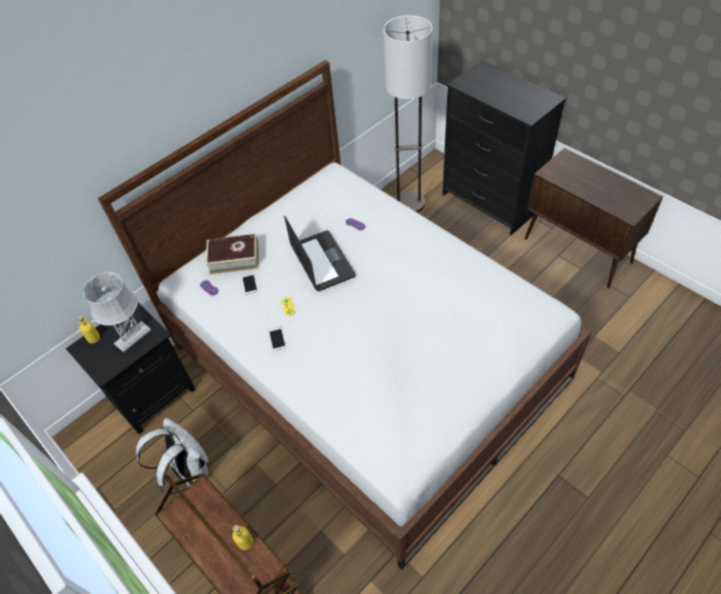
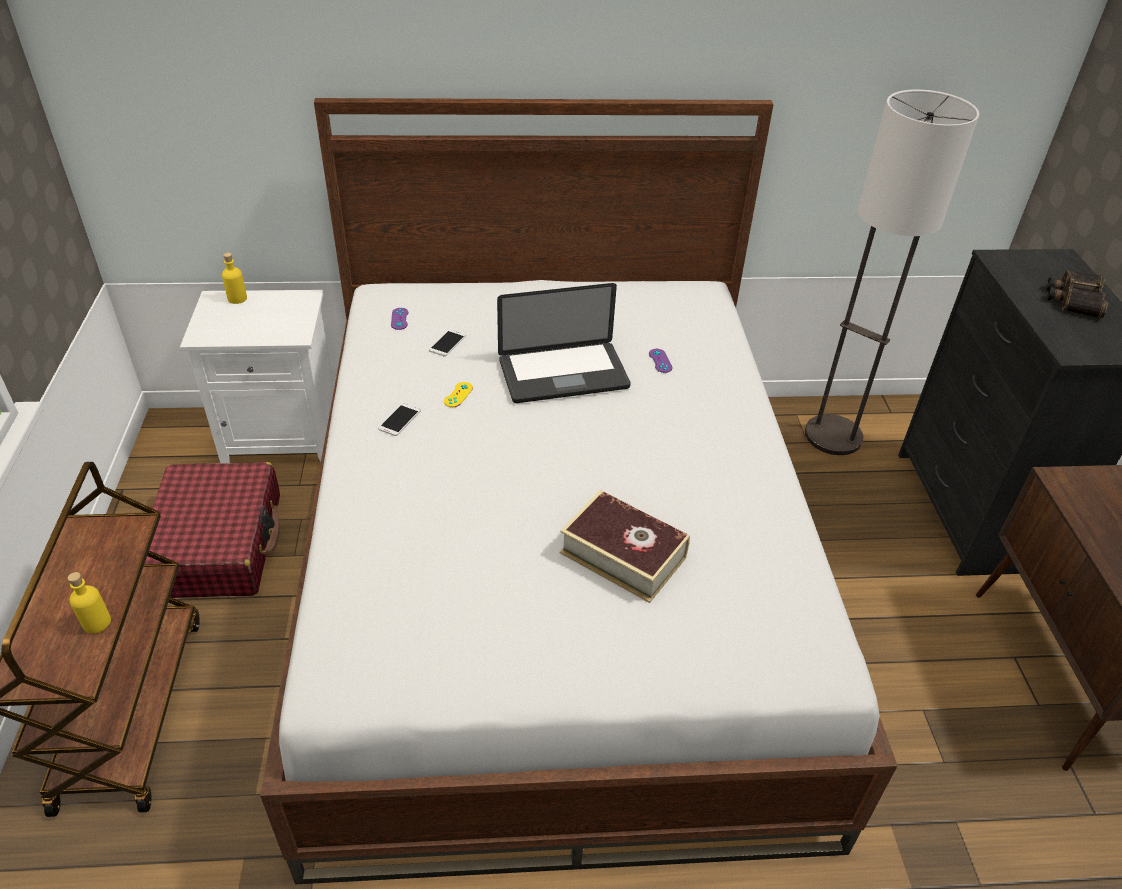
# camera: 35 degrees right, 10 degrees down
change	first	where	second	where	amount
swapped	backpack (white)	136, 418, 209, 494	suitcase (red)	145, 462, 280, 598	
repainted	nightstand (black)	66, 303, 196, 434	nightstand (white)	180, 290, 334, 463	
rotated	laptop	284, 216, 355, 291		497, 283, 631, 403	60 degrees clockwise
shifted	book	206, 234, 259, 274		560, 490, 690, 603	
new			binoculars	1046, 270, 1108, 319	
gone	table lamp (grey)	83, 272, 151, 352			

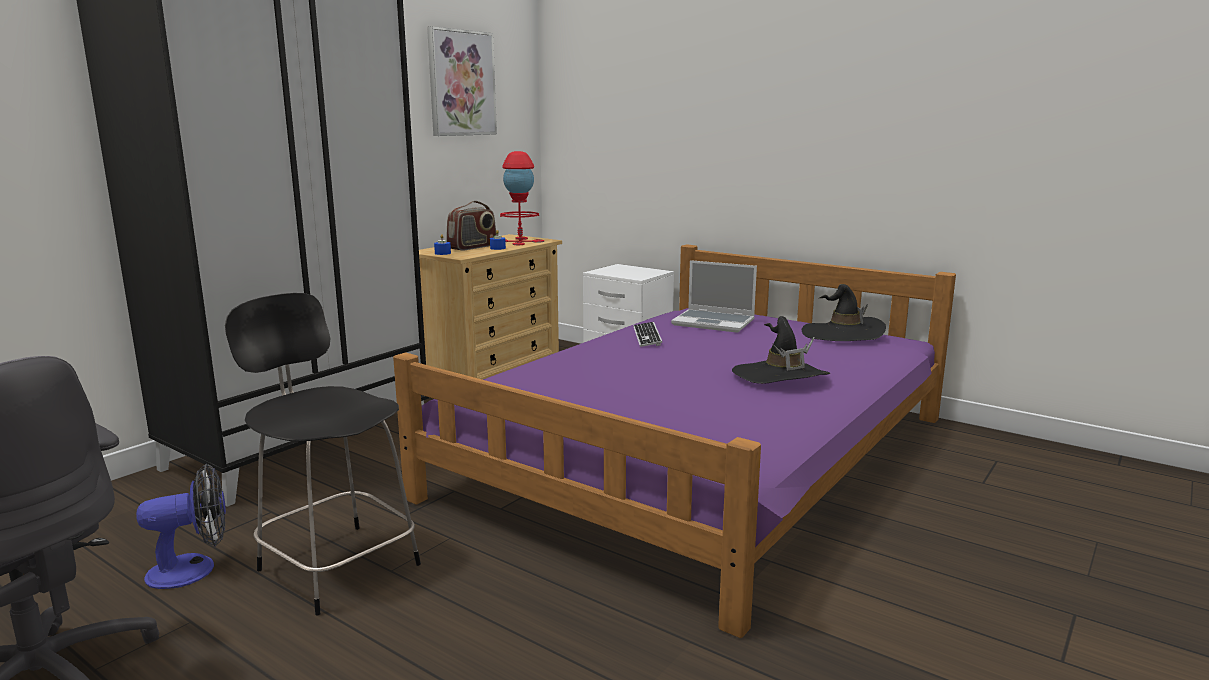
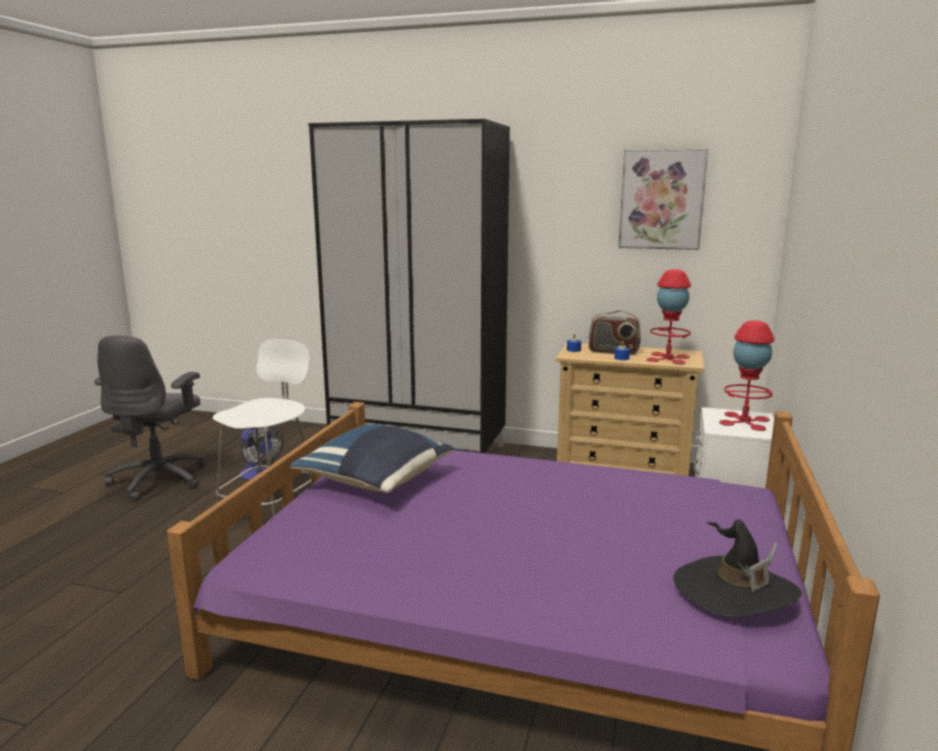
# camera: 70 degrees right, 0 degrees up
change	first	where	second	where	amount
repainted	chair (black)	225, 293, 421, 615	chair (white)	213, 339, 312, 517	
new			pillow (blue)	290, 424, 453, 493	
new			table lamp (red)	719, 320, 775, 431	
gone	keyboard	633, 322, 662, 347			
gone	laptop	671, 260, 757, 333			
gone	hat (black)	732, 316, 830, 384			

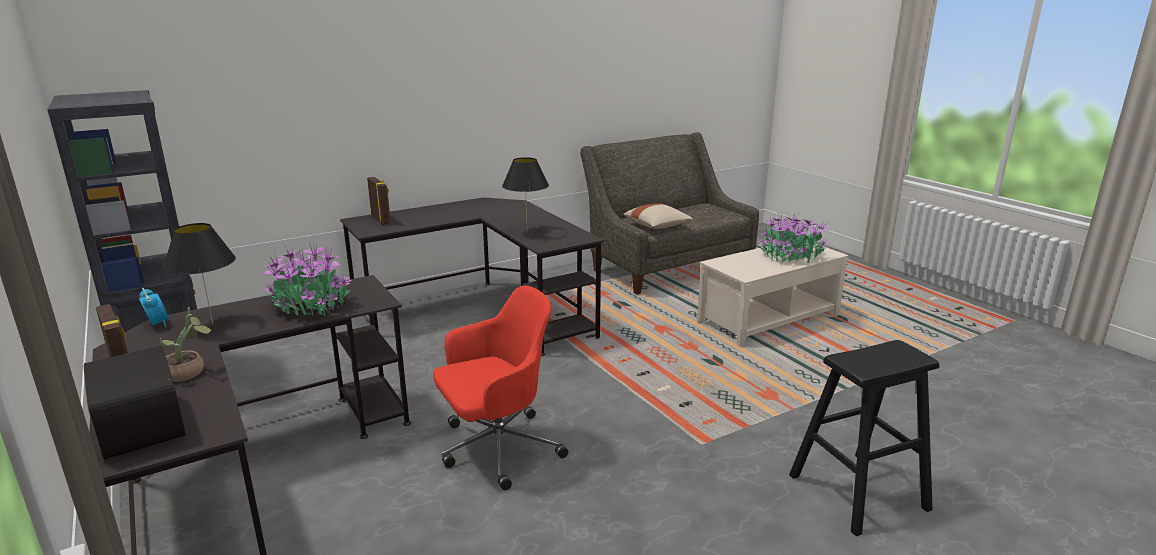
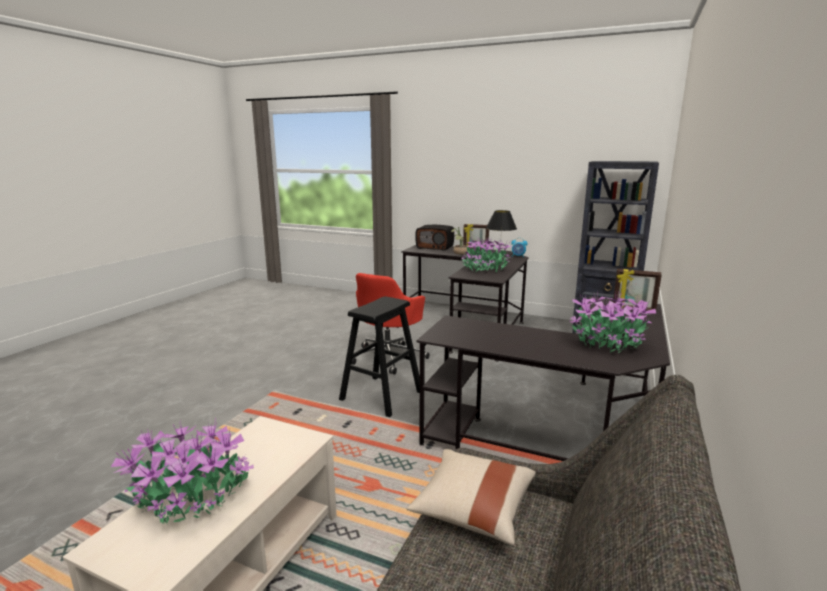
# camera: 145 degrees right, 5 degrees down
change	first	where	second	where	amount
shifted	stool (black)	789, 340, 939, 536		339, 297, 420, 417	
new			potted plant	570, 290, 656, 353	
gone	table lamp (black)	502, 157, 549, 226			

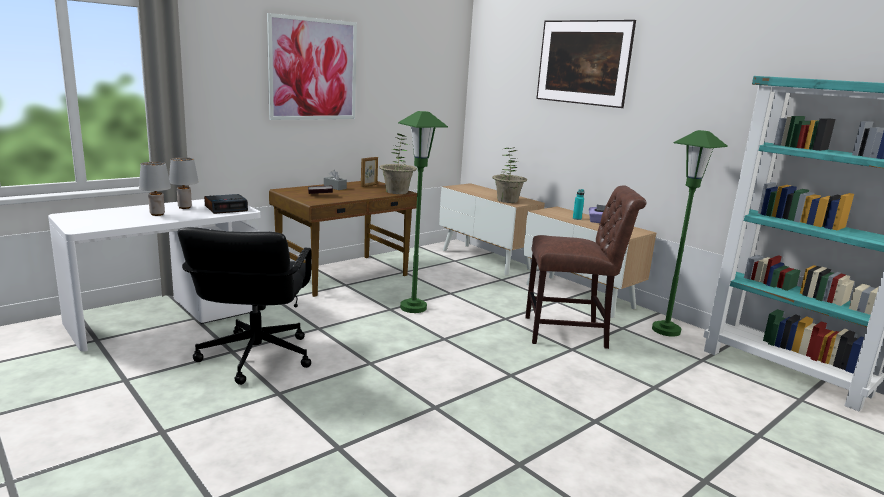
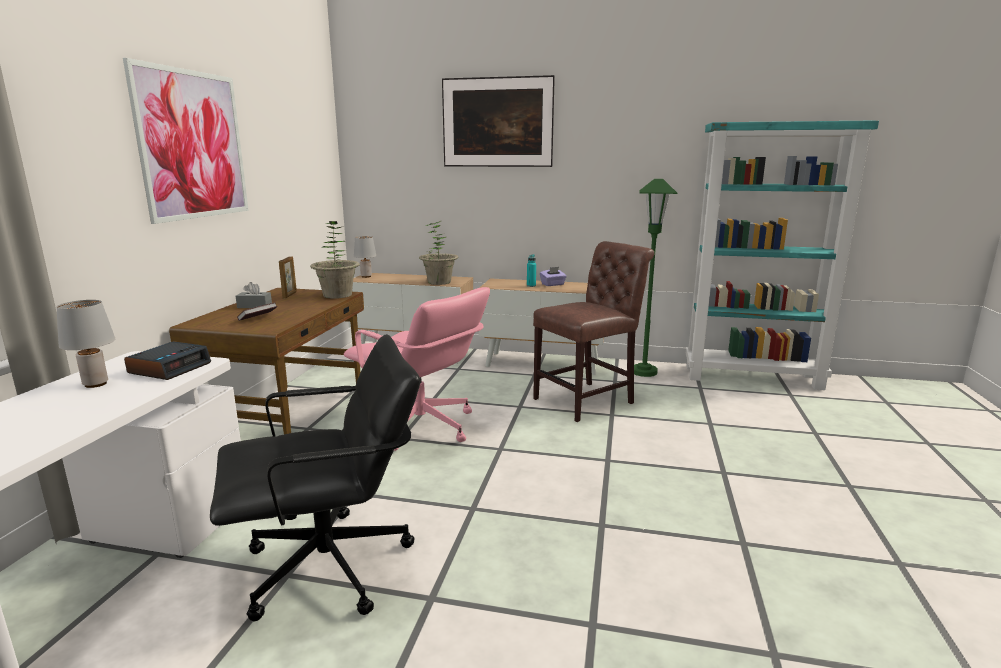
# camera: 35 degrees left, 0 degrees up
change	first	where	second	where	amount
rotated	office chair (black)	178, 227, 311, 385		210, 334, 420, 621	75 degrees counterclockwise
swapped	floor lamp (green)	398, 111, 448, 313	office chair (pink)	344, 287, 490, 451	
shifted	table lamp (grey)	139, 162, 171, 216		354, 236, 376, 278	

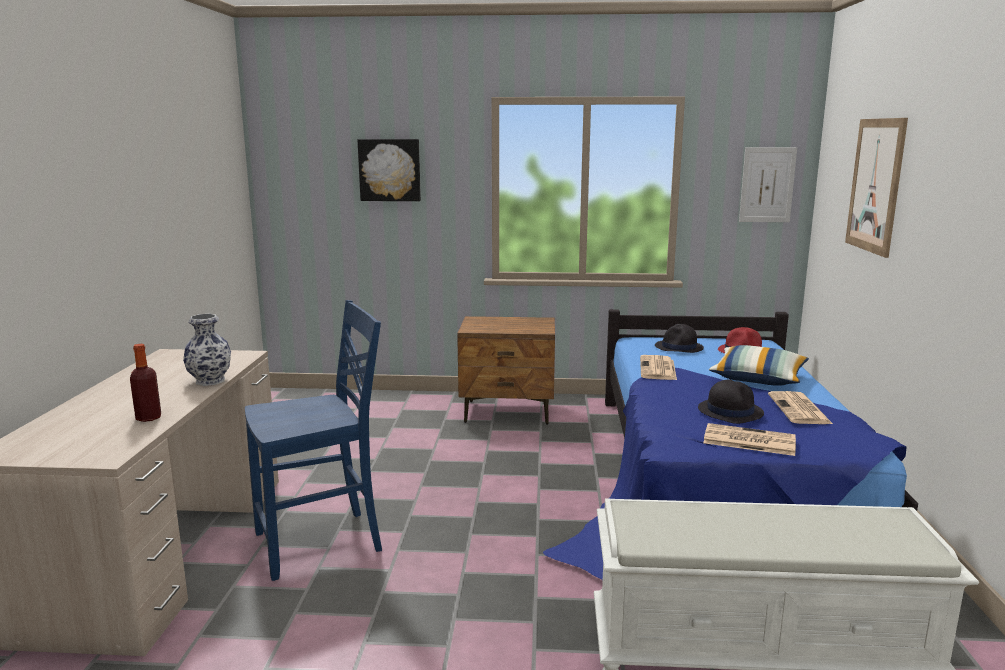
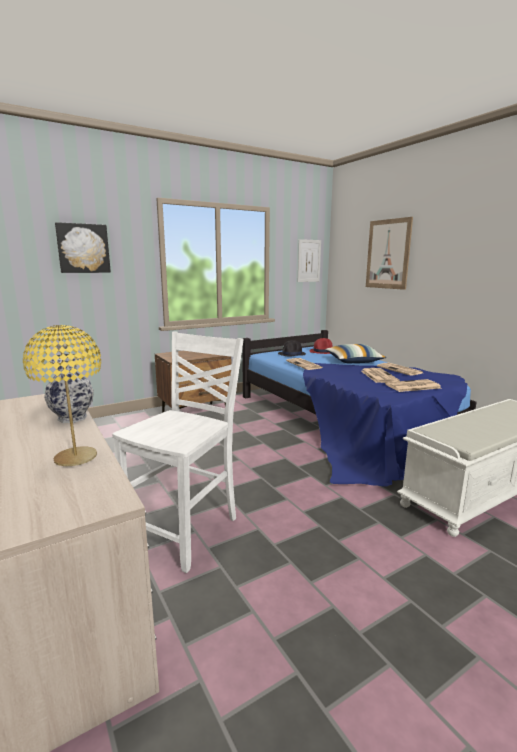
# camera: 35 degrees left, 0 degrees up
change	first	where	second	where	amount
swapped	bottle	130, 344, 161, 422	table lamp (yellow)	23, 325, 101, 466	
repainted	chair (blue)	245, 300, 382, 581	chair (white)	112, 332, 244, 573	
swapped	hat (black)	698, 379, 764, 424	newspaper	361, 368, 400, 383	

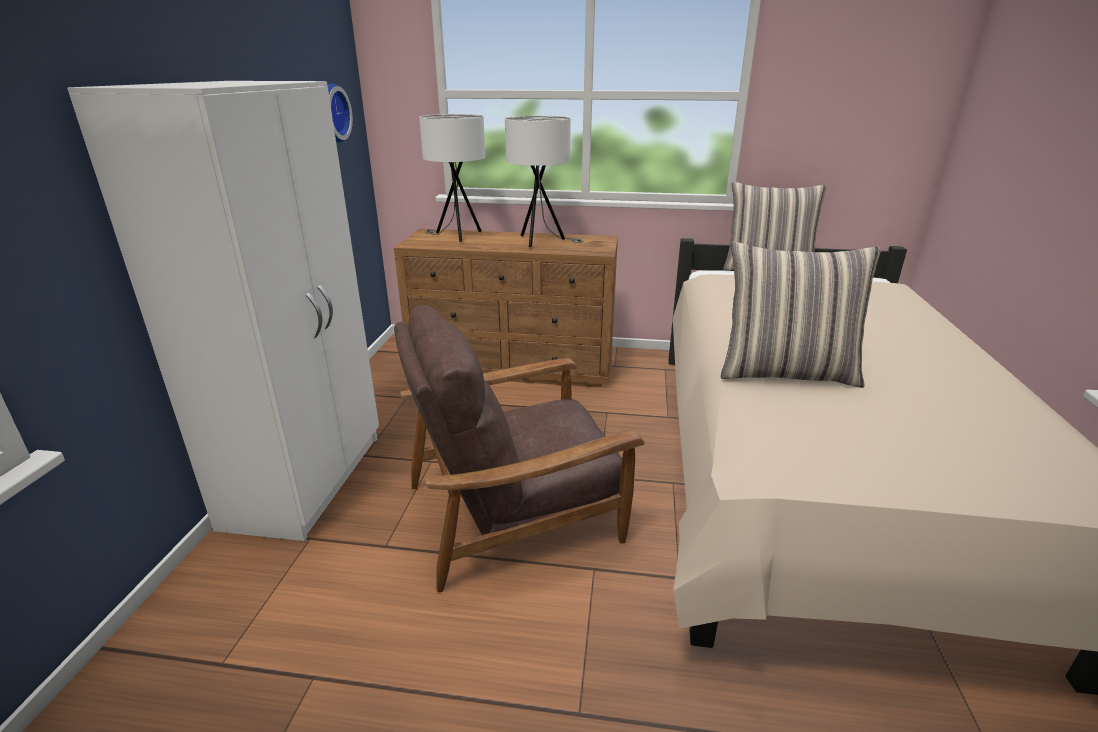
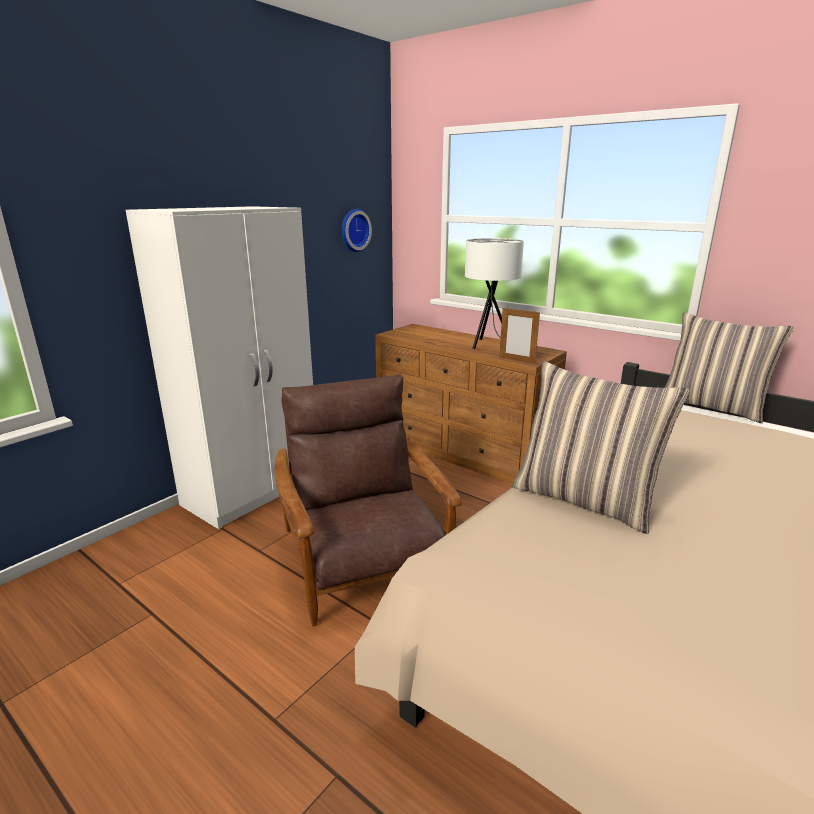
# camera: 30 degrees right, 5 degrees down
change	first	where	second	where	amount
rotated	armchair (brown)	394, 305, 644, 592		275, 374, 462, 627	60 degrees clockwise
new			picture frame	499, 308, 540, 364	
gone	table lamp (white)	419, 114, 485, 242			

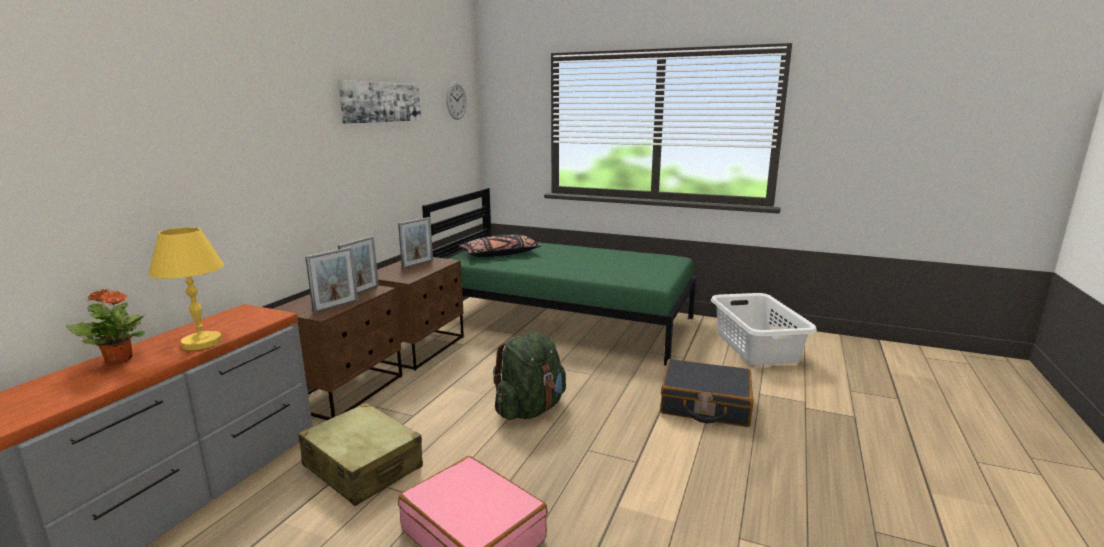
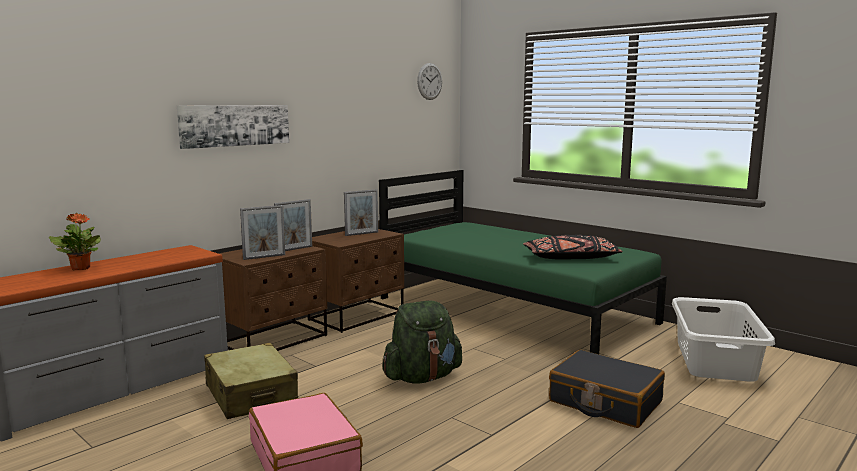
# camera: 20 degrees right, 5 degrees down
change	first	where	second	where	amount
shifted	picture	338, 80, 421, 124		177, 105, 289, 149	
shifted	pillow (black)	459, 234, 541, 257		523, 235, 623, 260	
gone	table lamp (yellow)	148, 227, 224, 350			

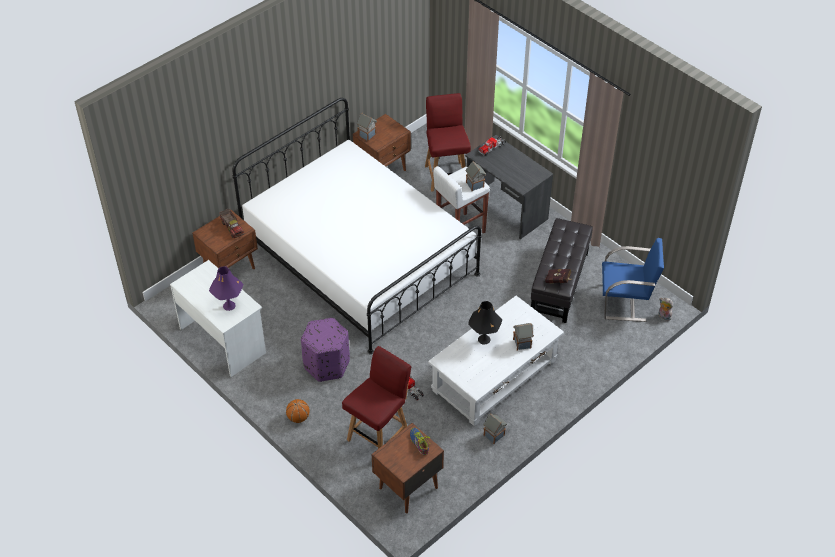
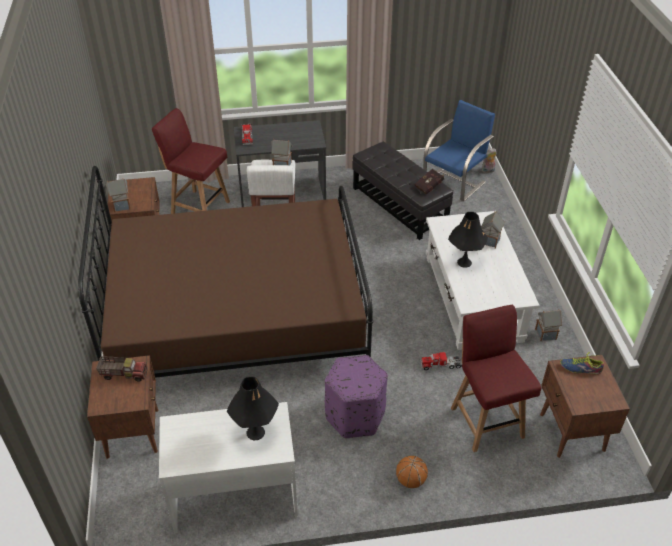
# camera: 55 degrees left, 5 degrees down
change	first	where	second	where	amount
repainted	bed (white)	232, 98, 482, 354	bed (brown)	78, 166, 373, 378	
repainted	table lamp (purple)	209, 266, 243, 311	table lamp (black)	227, 377, 279, 440	

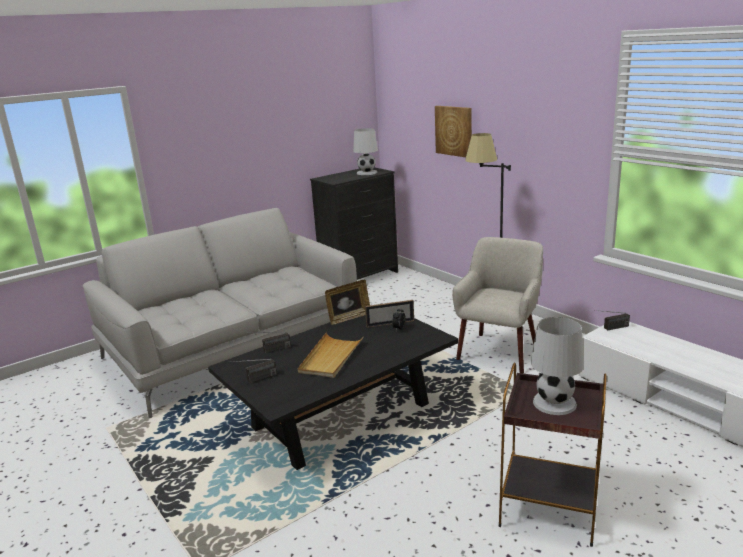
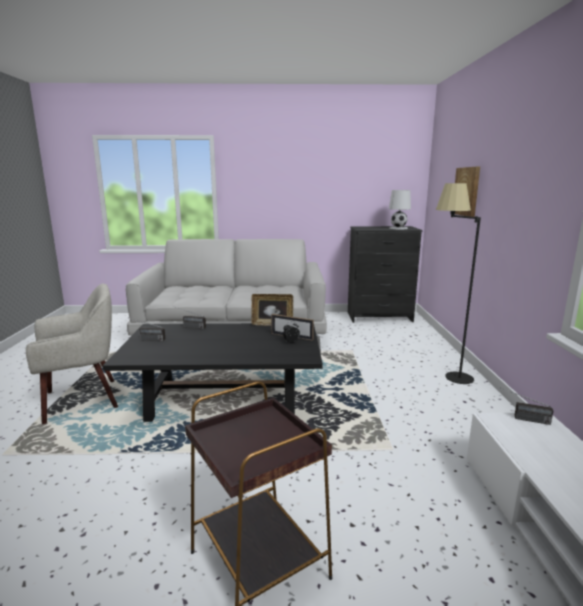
# camera: 35 degrees right, 5 degrees down
change	first	where	second	where	amount
shifted	armchair (beige)	452, 237, 543, 373		26, 284, 118, 424	
gone	tray (beige)	298, 333, 363, 378			
gone	table lamp (white)	531, 317, 584, 415			

